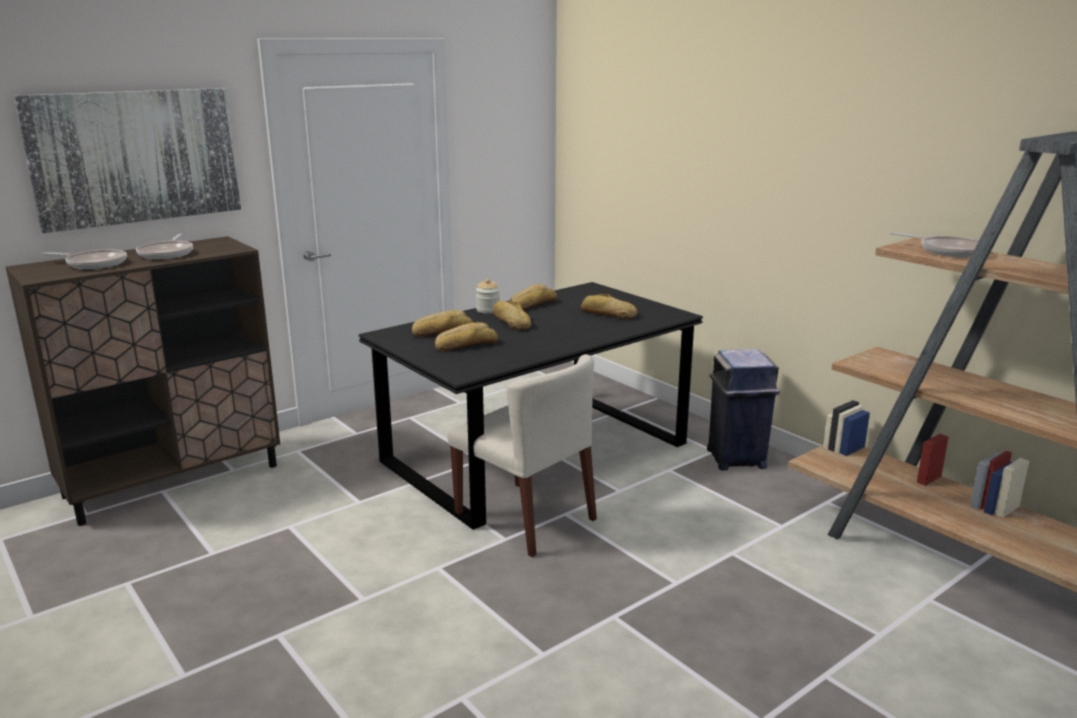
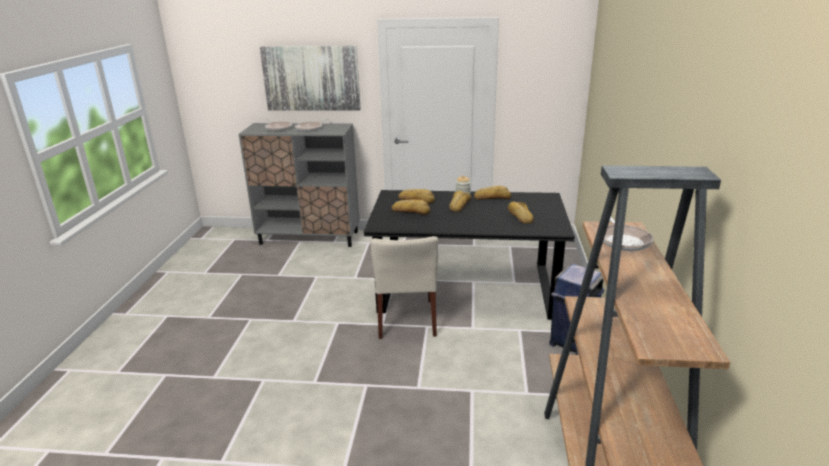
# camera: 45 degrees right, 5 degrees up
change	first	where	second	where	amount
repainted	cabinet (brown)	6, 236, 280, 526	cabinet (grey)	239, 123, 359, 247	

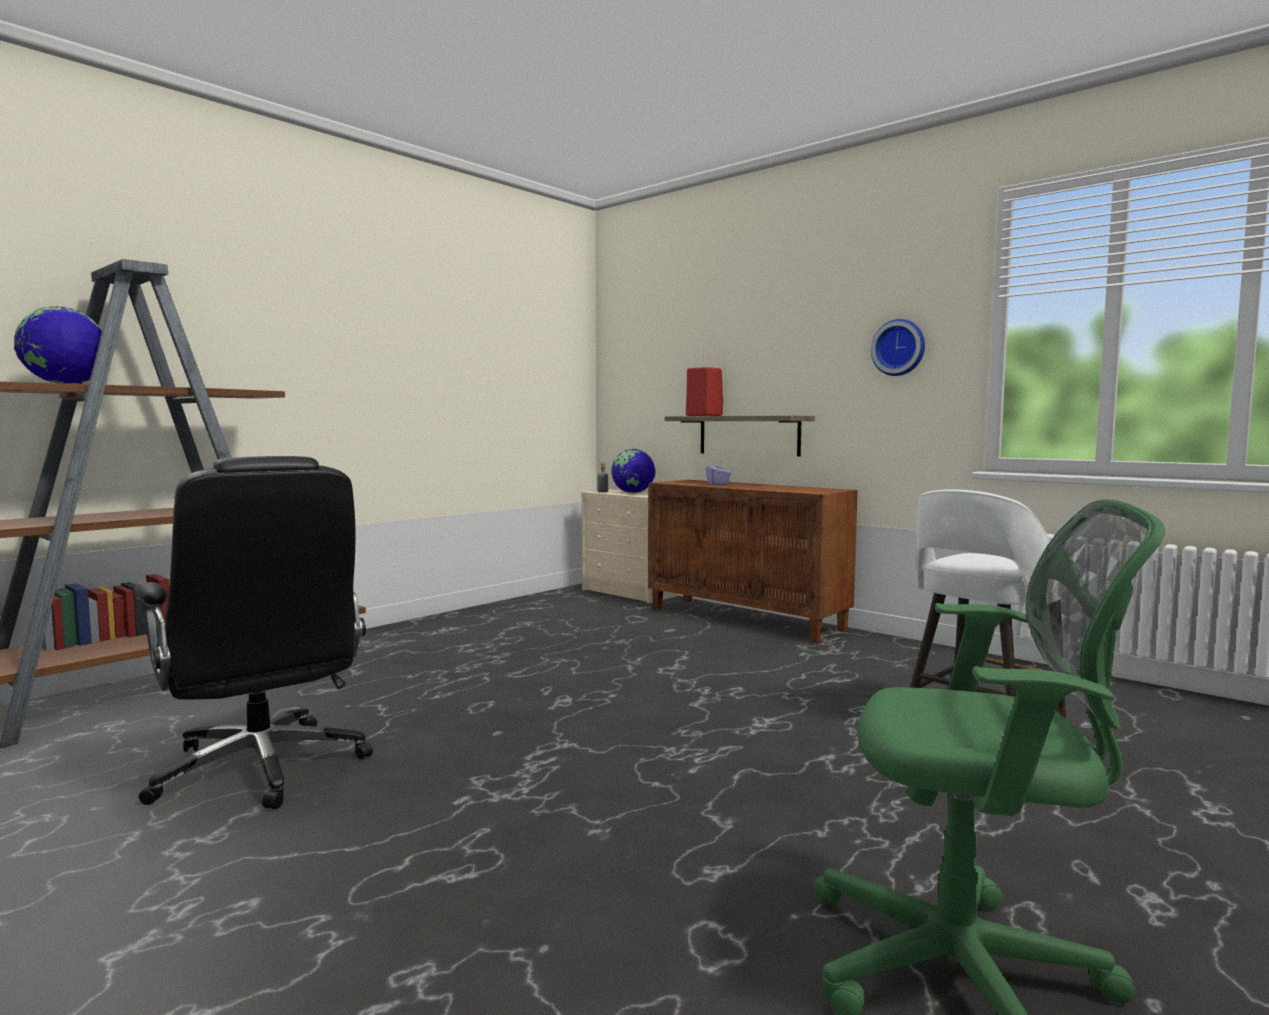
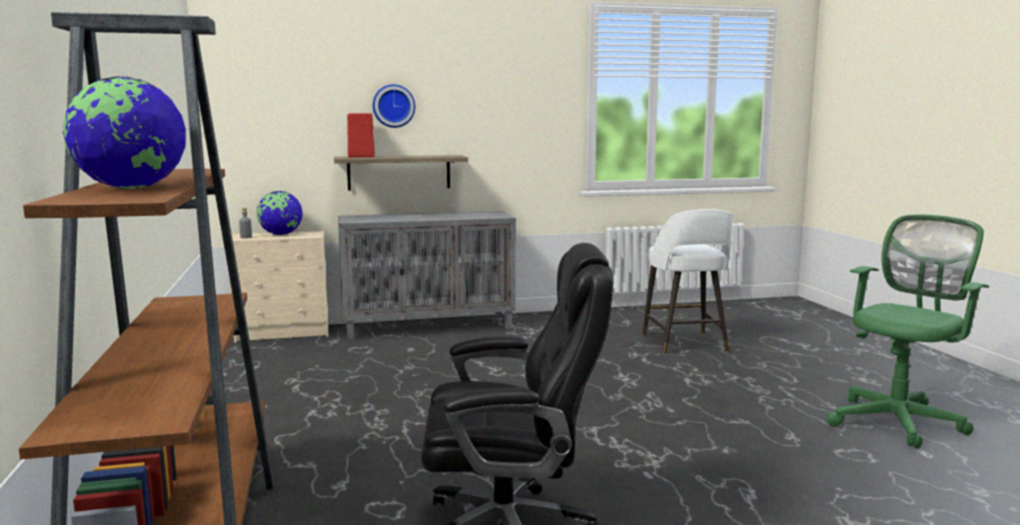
# camera: 55 degrees left, 5 degrees up
change	first	where	second	where	amount
repainted	cabinet (brown)	648, 480, 858, 643	cabinet (grey)	338, 211, 516, 340	
shifted	wall clock	871, 319, 925, 376		373, 84, 415, 128	
gone	tissue box (purple)	706, 460, 731, 485			

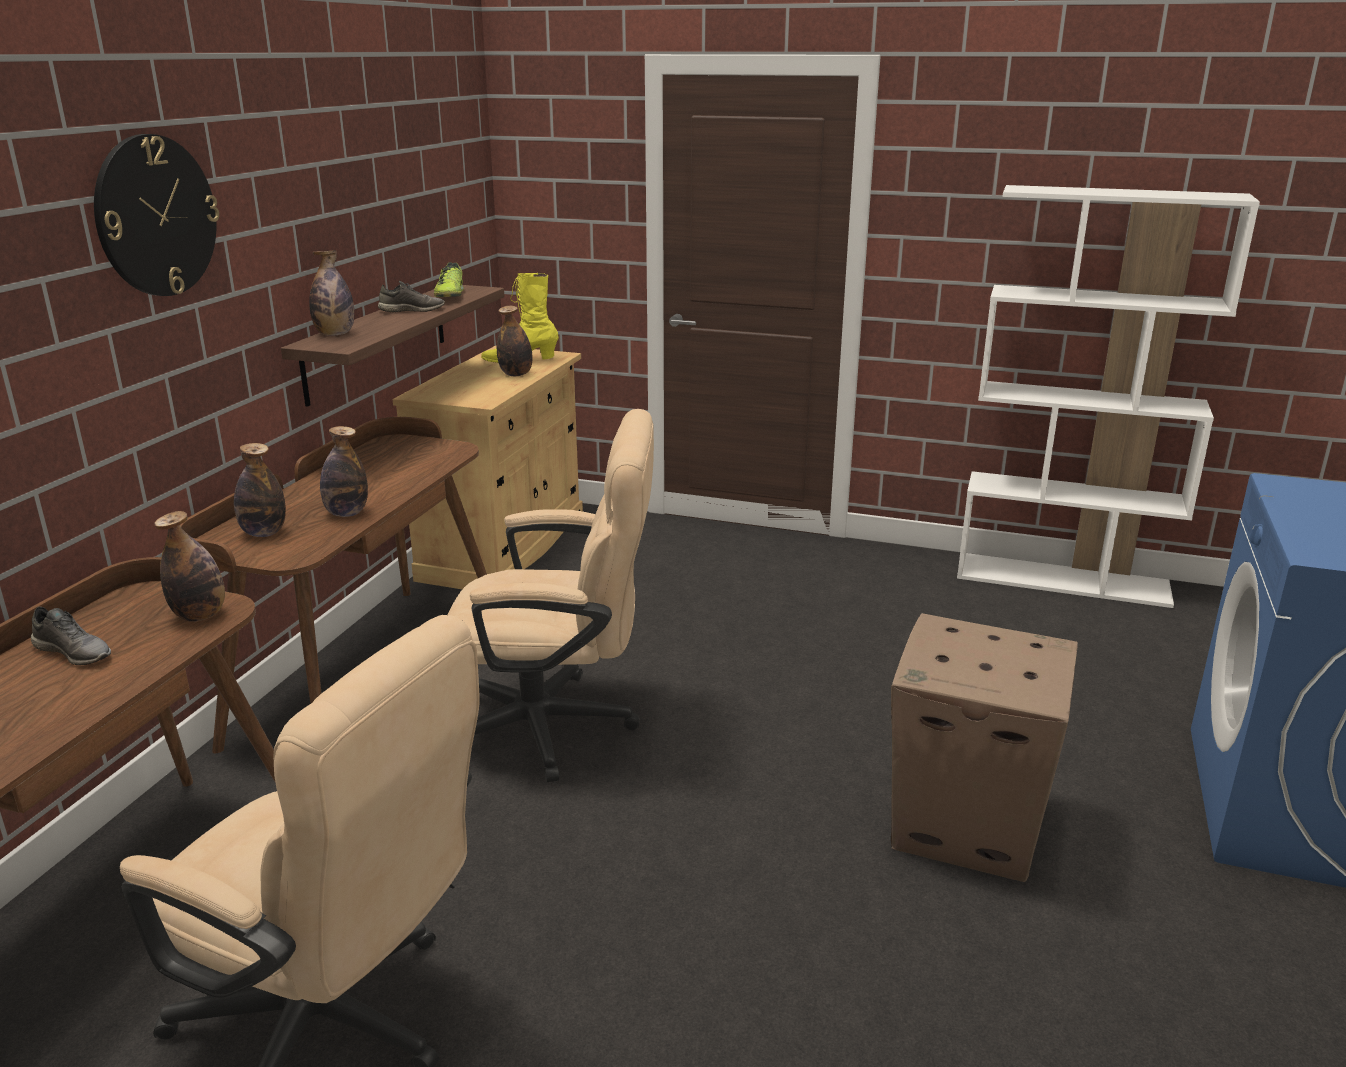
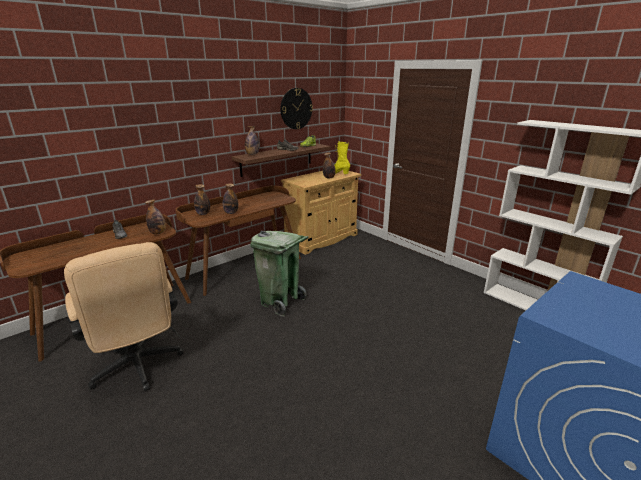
# camera: 30 degrees right, 0 degrees up
change	first	where	second	where	amount
swapped	office chair (beige)	448, 409, 654, 782	trash can (green)	250, 231, 309, 316	
shifted	wall clock	94, 134, 219, 296		280, 88, 313, 129	
gone	cardboard box	891, 613, 1078, 882			

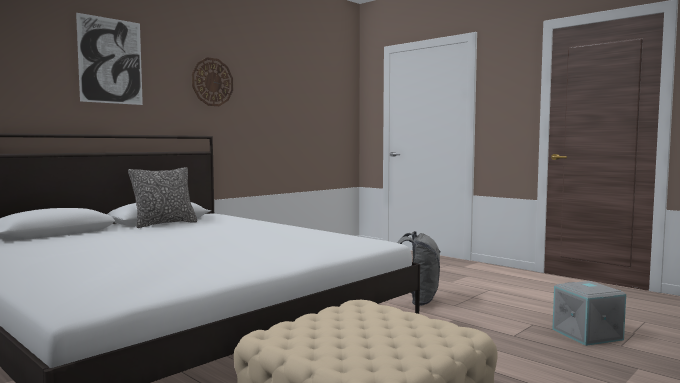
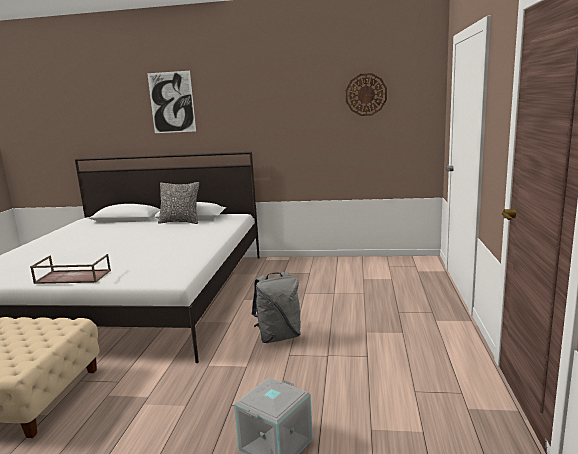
# camera: 55 degrees right, 10 degrees up
change	first	where	second	where	amount
new			tray (brown)	30, 254, 111, 284	
shifted	wall clock	192, 57, 233, 106		346, 73, 387, 116	

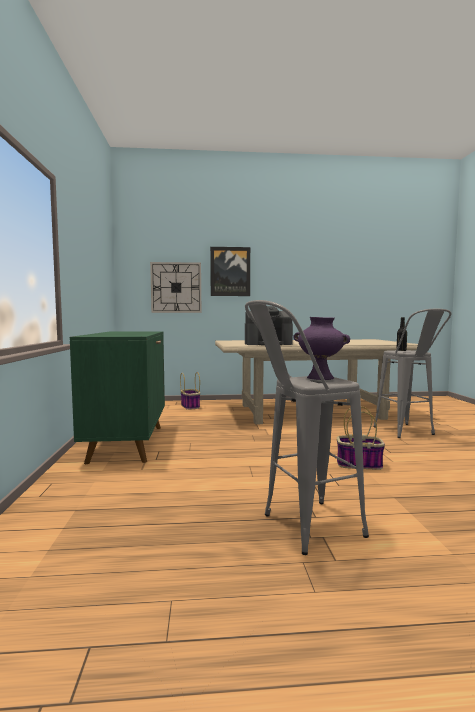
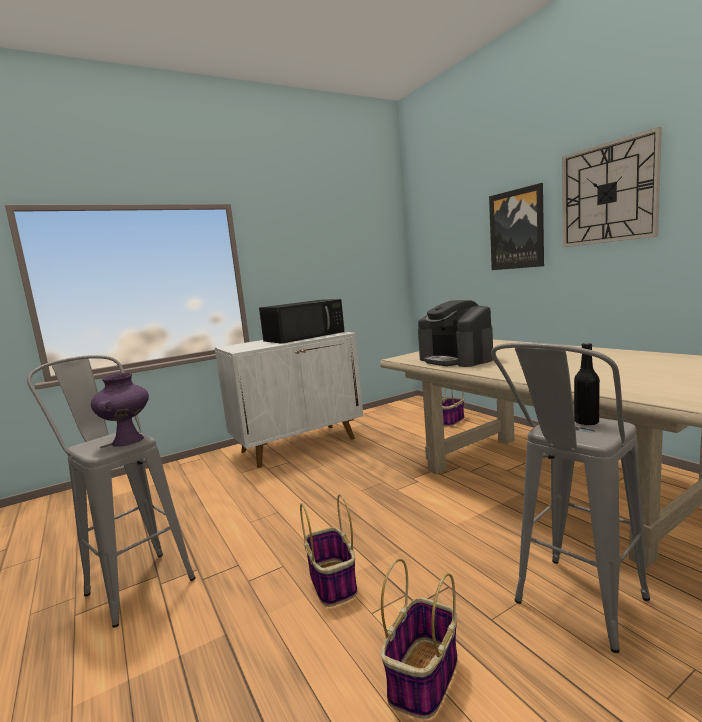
# camera: 65 degrees right, 5 degrees up
change	first	where	second	where	amount
repainted	cabinet (green)	70, 331, 165, 464	cabinet (white)	215, 332, 363, 468	
new			microwave (black)	259, 299, 345, 344	
new			basket	381, 558, 457, 719	
shifted	wall clock	150, 262, 201, 313		562, 127, 662, 247	

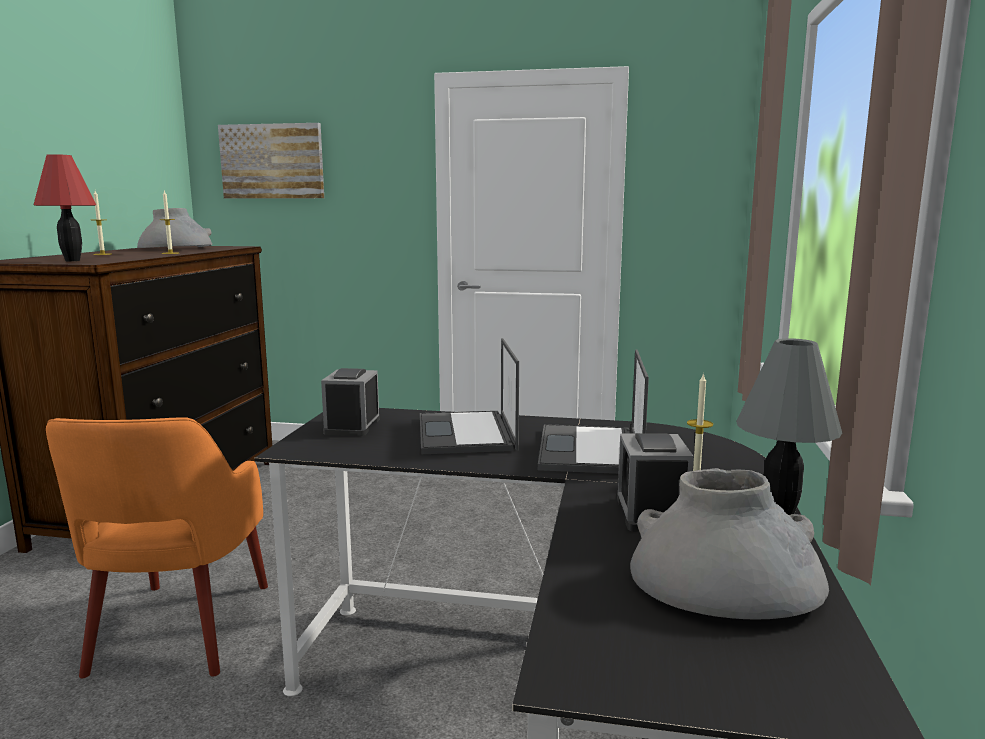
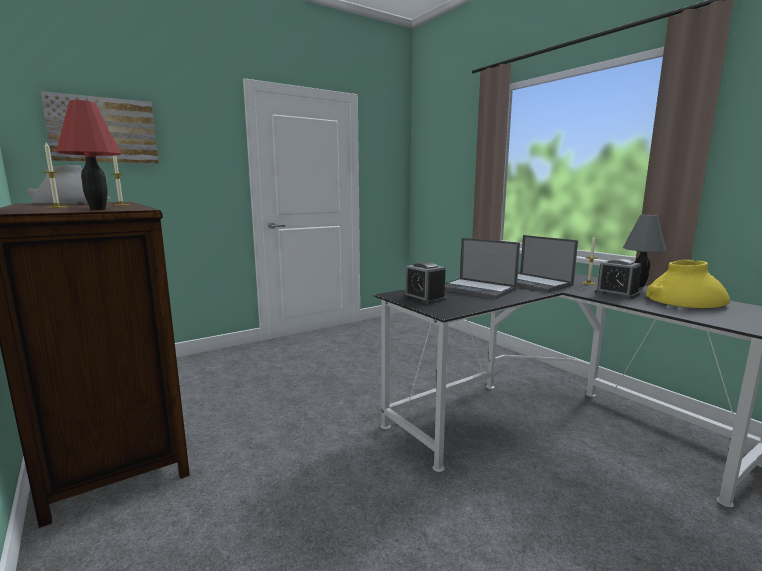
# camera: 45 degrees left, 0 degrees up
change	first	where	second	where	amount
repainted	vase (grey)	630, 468, 829, 619	vase (yellow)	645, 260, 730, 308	
gone	armchair (orange)	46, 417, 268, 678			

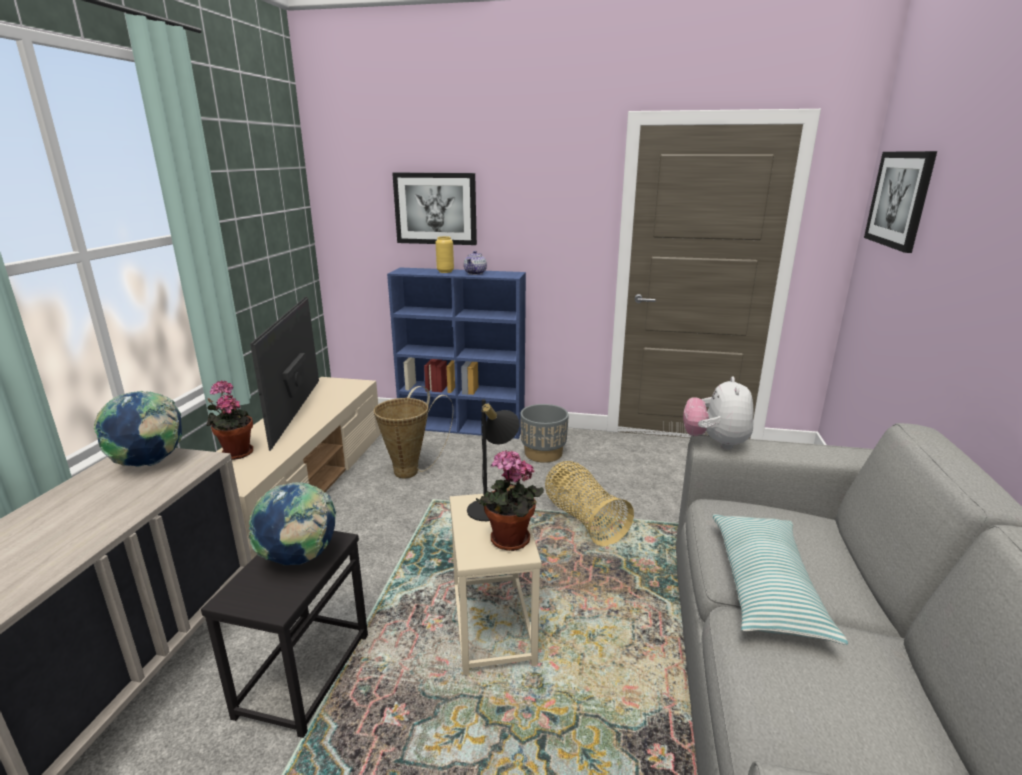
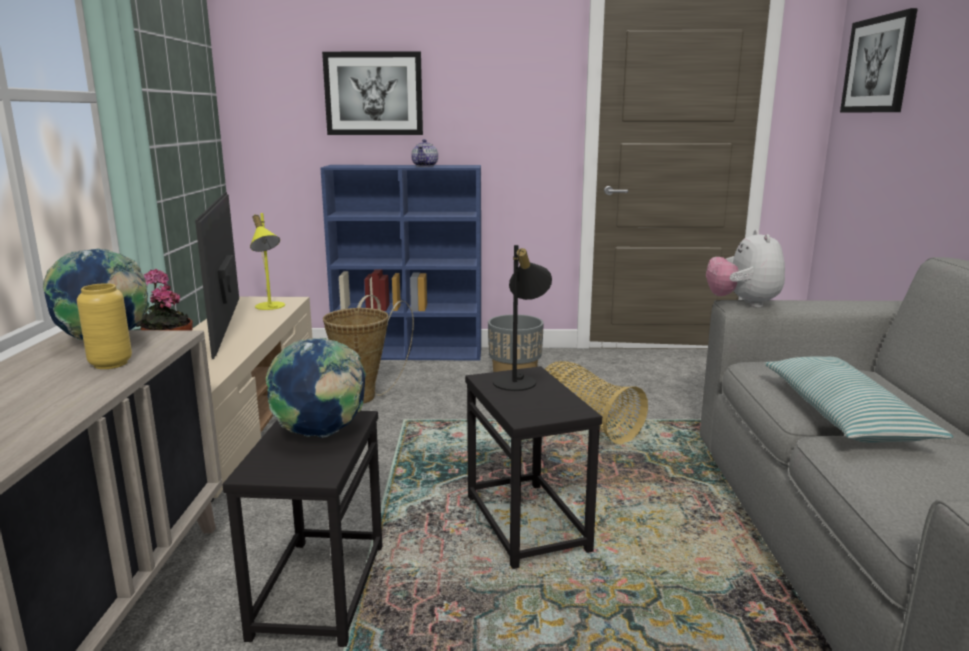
# camera: 10 degrees left, 5 degrees down
change	first	where	second	where	amount
shifted	vase (yellow)	436, 236, 454, 273		77, 283, 132, 369	
new			table lamp (yellow)	250, 213, 285, 310	
repainted	side table (beige)	449, 494, 542, 675	side table (black)	465, 366, 602, 569	
gone	potted plant	476, 450, 544, 551			

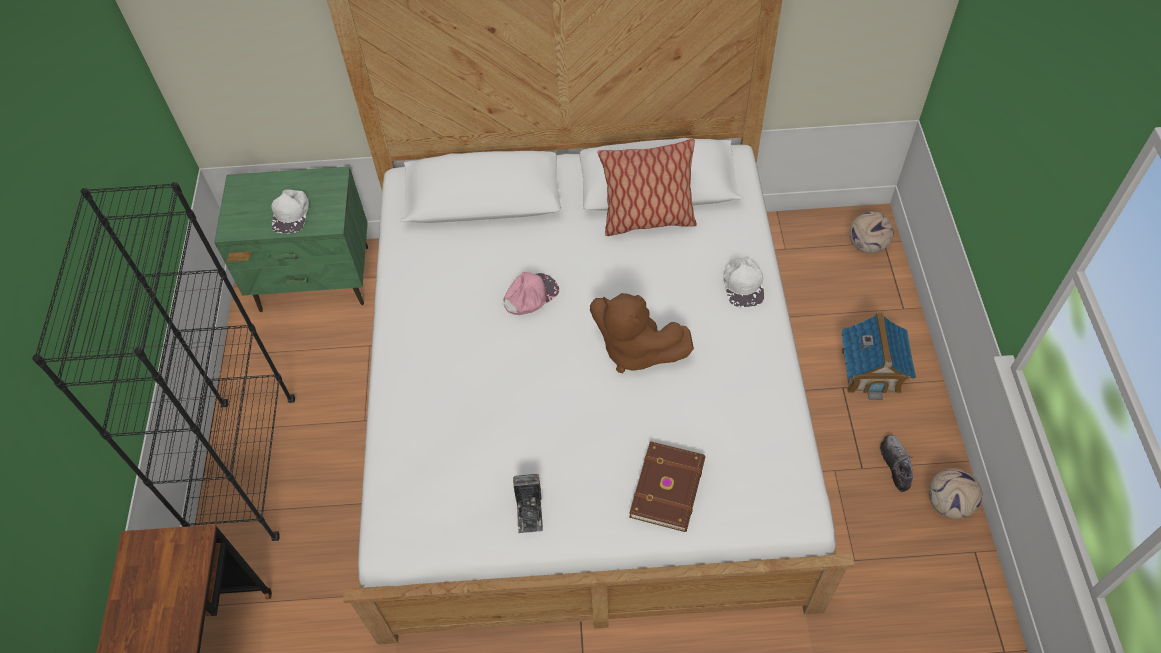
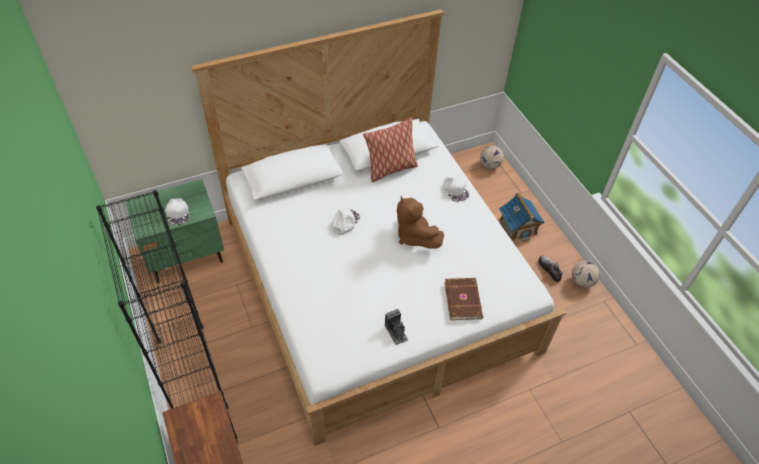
# camera: 25 degrees left, 5 degrees down
change	first	where	second	where	amount
repainted	cap (pink)	503, 272, 559, 315	cap (white)	332, 209, 360, 235	
rotated	plush toy (brown)	590, 293, 694, 373		397, 196, 444, 249	45 degrees clockwise

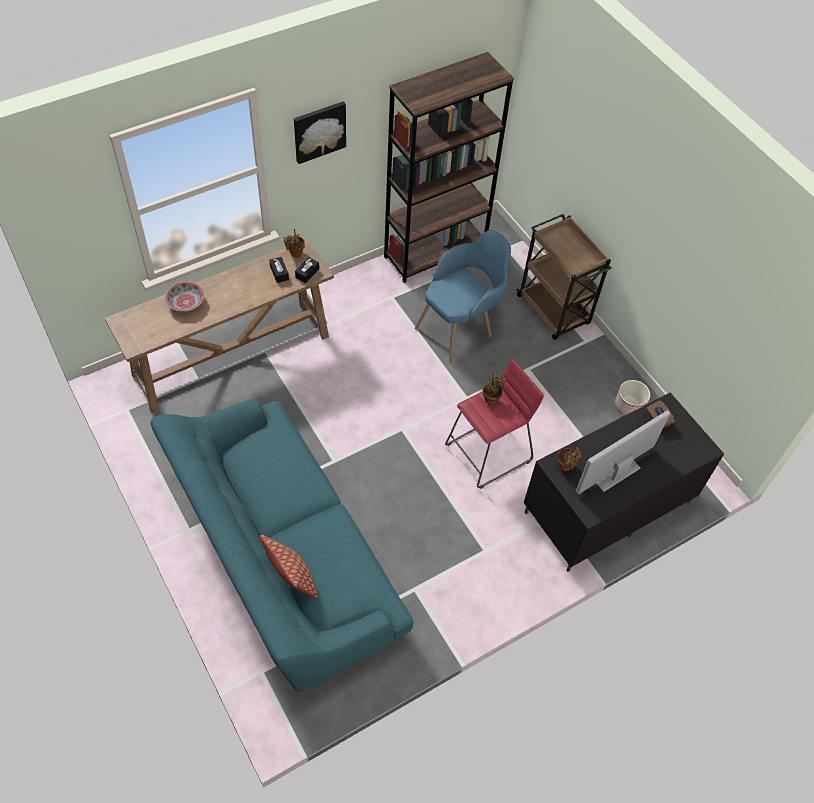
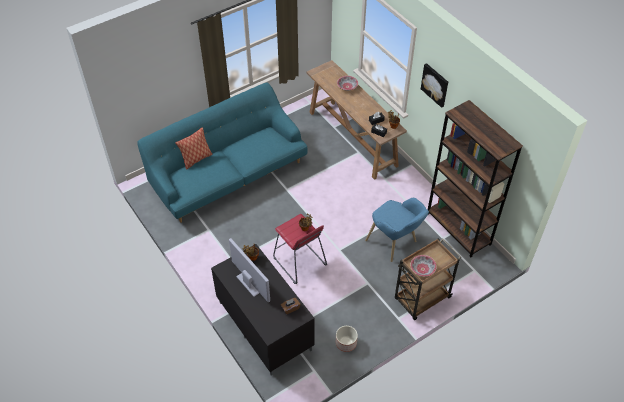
# camera: 90 degrees right, 5 degrees down
change	first	where	second	where	amount
new			bowl	410, 255, 437, 277	

